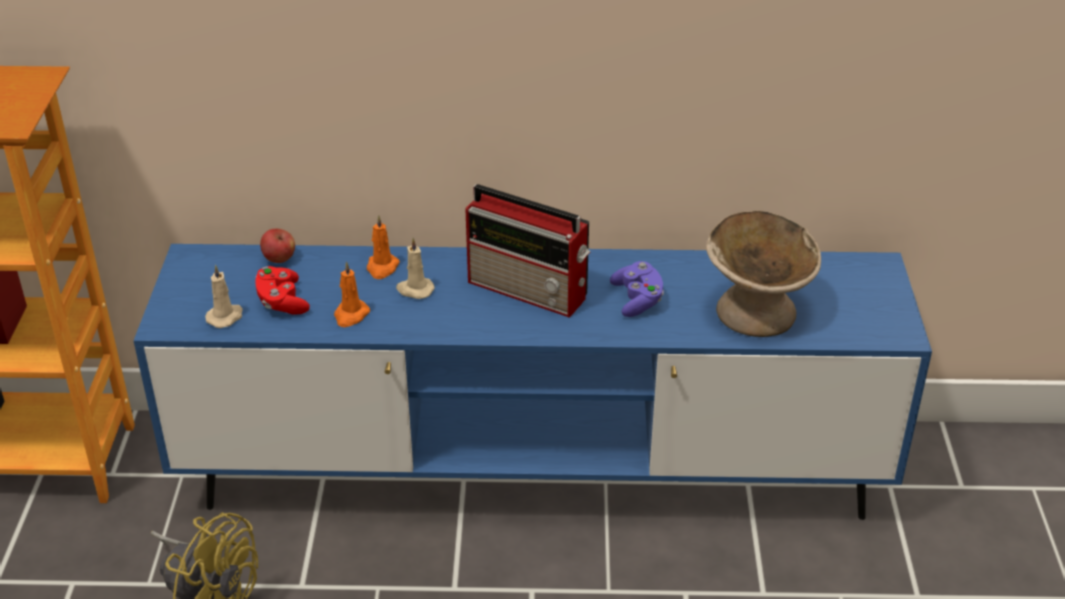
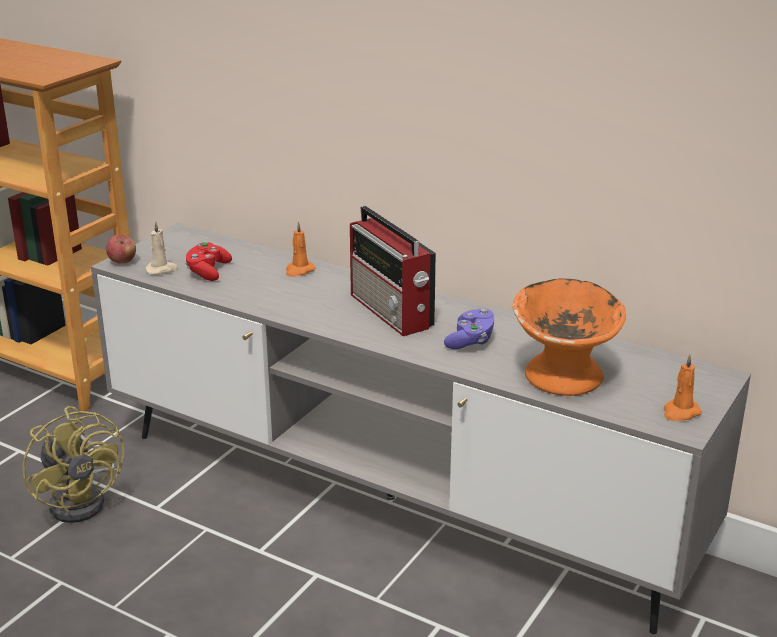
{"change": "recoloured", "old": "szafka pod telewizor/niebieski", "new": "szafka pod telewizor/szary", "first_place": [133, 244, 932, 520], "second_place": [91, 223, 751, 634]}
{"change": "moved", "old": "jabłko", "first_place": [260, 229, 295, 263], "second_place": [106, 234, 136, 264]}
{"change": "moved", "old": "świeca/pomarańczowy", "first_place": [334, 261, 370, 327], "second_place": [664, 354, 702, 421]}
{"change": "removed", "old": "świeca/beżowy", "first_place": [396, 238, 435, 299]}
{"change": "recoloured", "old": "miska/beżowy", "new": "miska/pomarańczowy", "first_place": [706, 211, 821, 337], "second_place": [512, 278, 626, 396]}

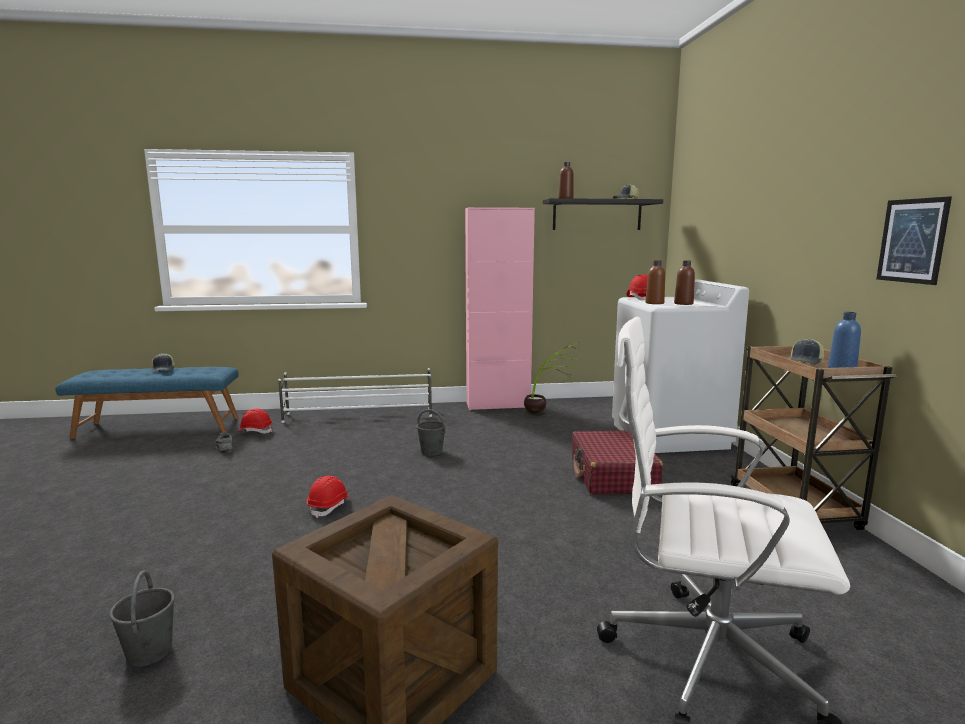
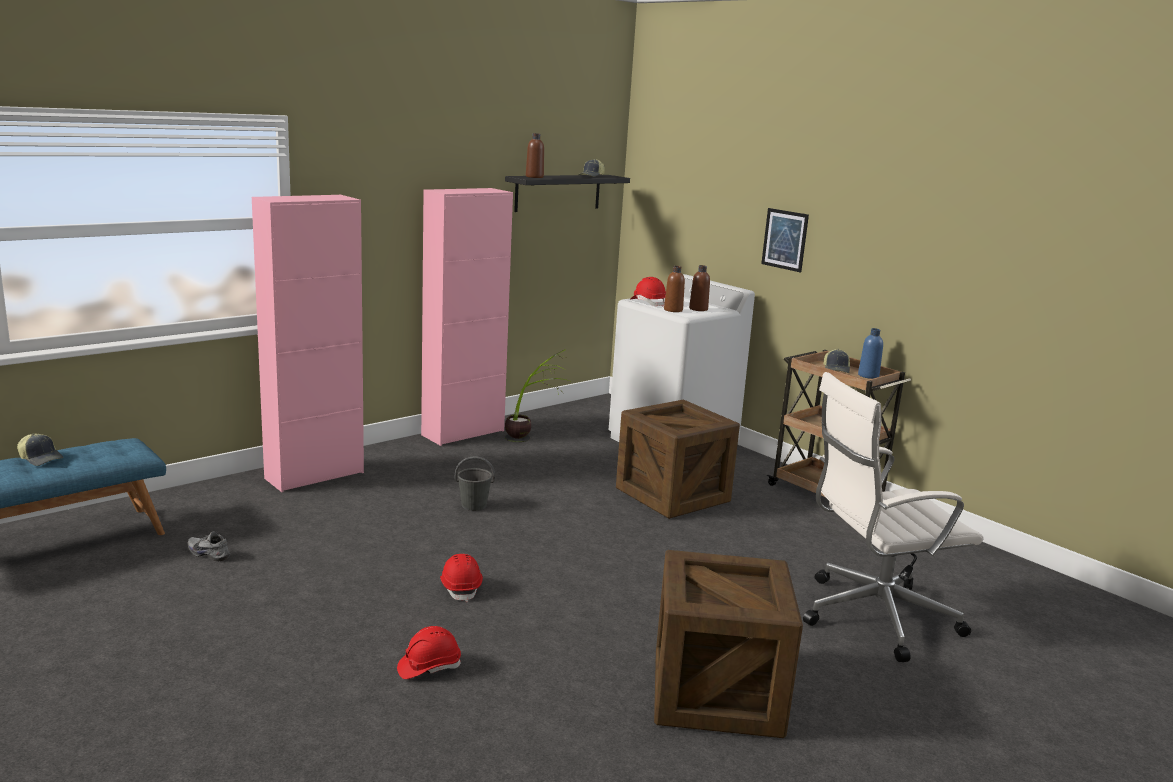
{"change": "removed", "old": "wiadro/szary", "first_place": [109, 570, 175, 666]}
{"change": "moved", "old": "kask/czerwony", "first_place": [237, 409, 272, 434], "second_place": [397, 626, 461, 679]}
{"change": "replaced", "old": "regał na buty/biały", "new": "szafka/różowy", "first_place": [278, 368, 432, 423], "second_place": [252, 195, 364, 492]}
{"change": "replaced", "old": "walizka/czerwony", "new": "skrzynka", "first_place": [572, 430, 663, 495], "second_place": [616, 400, 740, 519]}
{"change": "moved", "old": "obraz", "first_place": [876, 196, 952, 285], "second_place": [761, 208, 809, 272]}

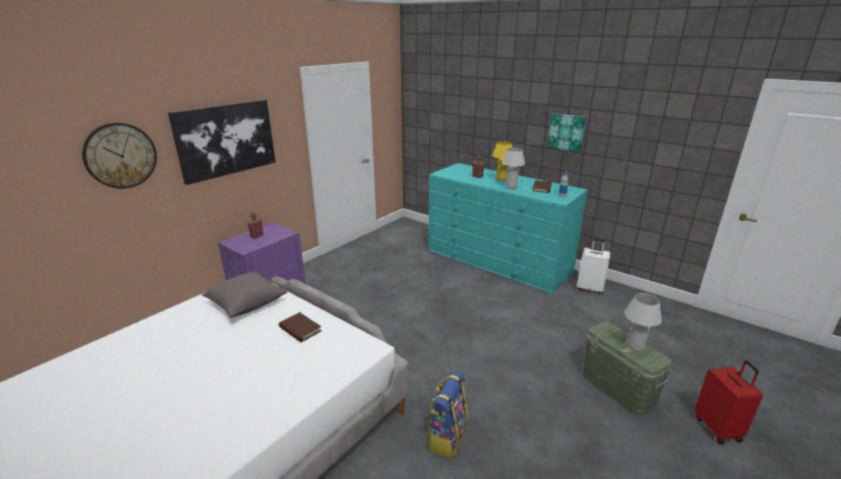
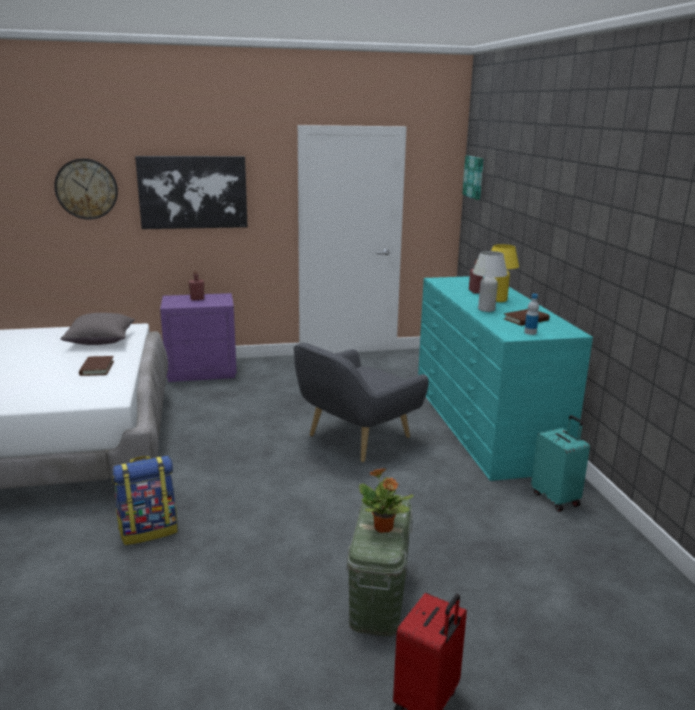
{"change": "moved", "old": "obraz", "first_place": [547, 113, 586, 152], "second_place": [462, 156, 483, 200]}
{"change": "recoloured", "old": "walizka/biały", "new": "walizka/turkusowy", "first_place": [577, 238, 610, 295], "second_place": [531, 415, 590, 512]}
{"change": "replaced", "old": "lampa stołowa/biały", "new": "roślina doniczkowa", "first_place": [624, 293, 662, 351], "second_place": [359, 468, 414, 533]}
{"change": "added", "new": "fotel/szary", "second_place": [294, 343, 429, 462]}

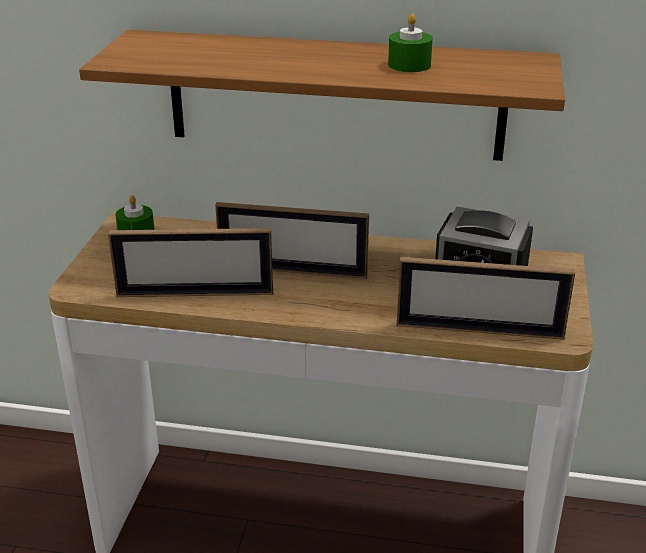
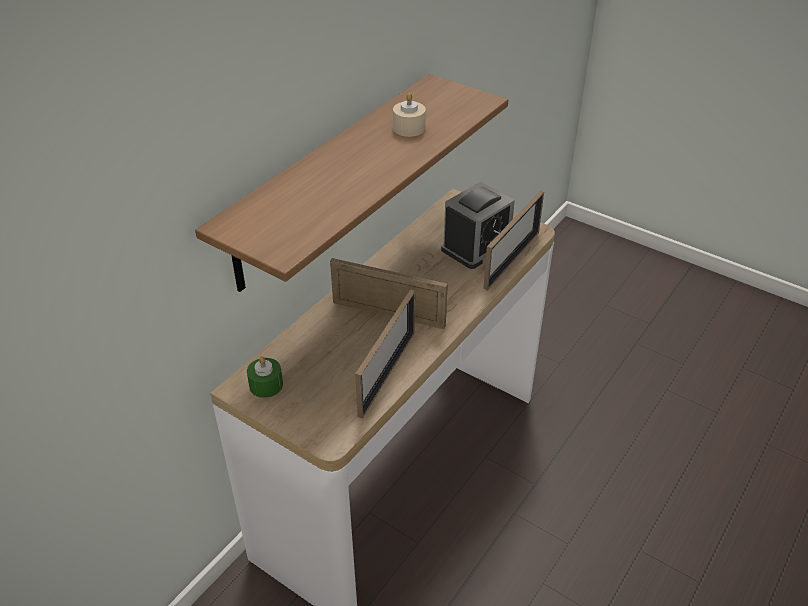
{"change": "turned", "old": "ramka na zdjęcie", "first_place": [215, 202, 369, 279], "second_place": [330, 258, 448, 329], "degrees": -105}
{"change": "recoloured", "old": "świeca/zielony", "new": "świeca/beżowy", "first_place": [388, 14, 433, 72], "second_place": [393, 93, 426, 137]}

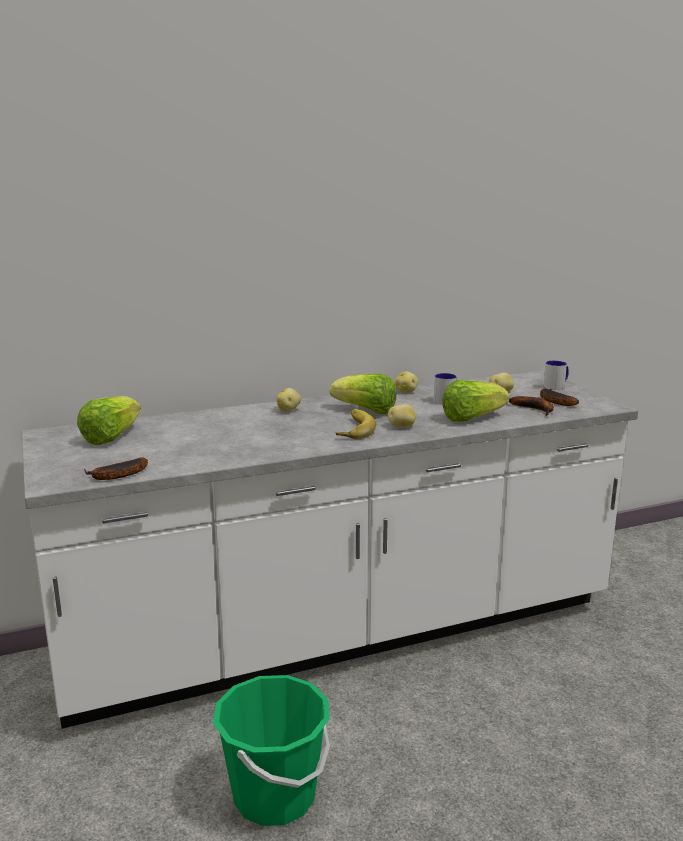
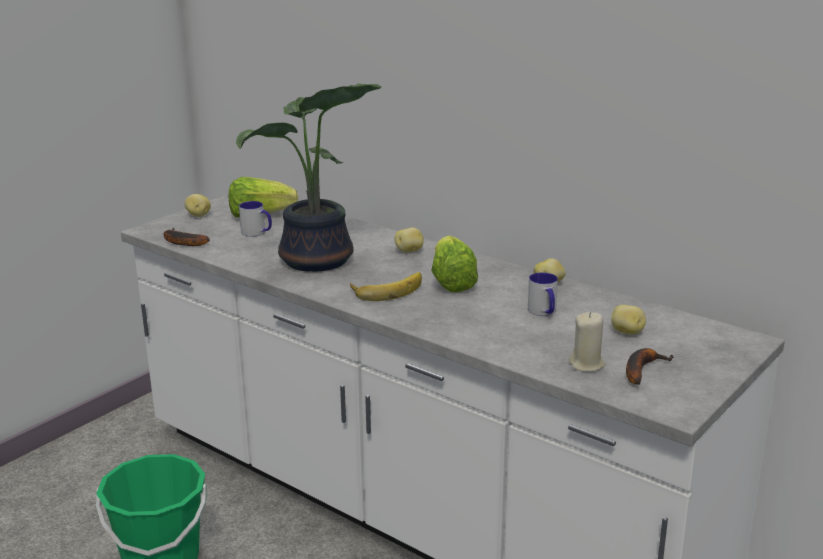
{"change": "moved", "old": "ziemniak", "first_place": [388, 404, 416, 428], "second_place": [184, 194, 211, 217]}
{"change": "removed", "old": "sałata", "first_place": [442, 380, 509, 422]}
{"change": "replaced", "old": "banan", "new": "świeca/beżowy", "first_place": [509, 396, 554, 416], "second_place": [569, 312, 605, 372]}
{"change": "moved", "old": "kubek", "first_place": [544, 361, 569, 390], "second_place": [239, 201, 272, 237]}
{"change": "added", "new": "roślina doniczkowa", "second_place": [236, 83, 382, 272]}

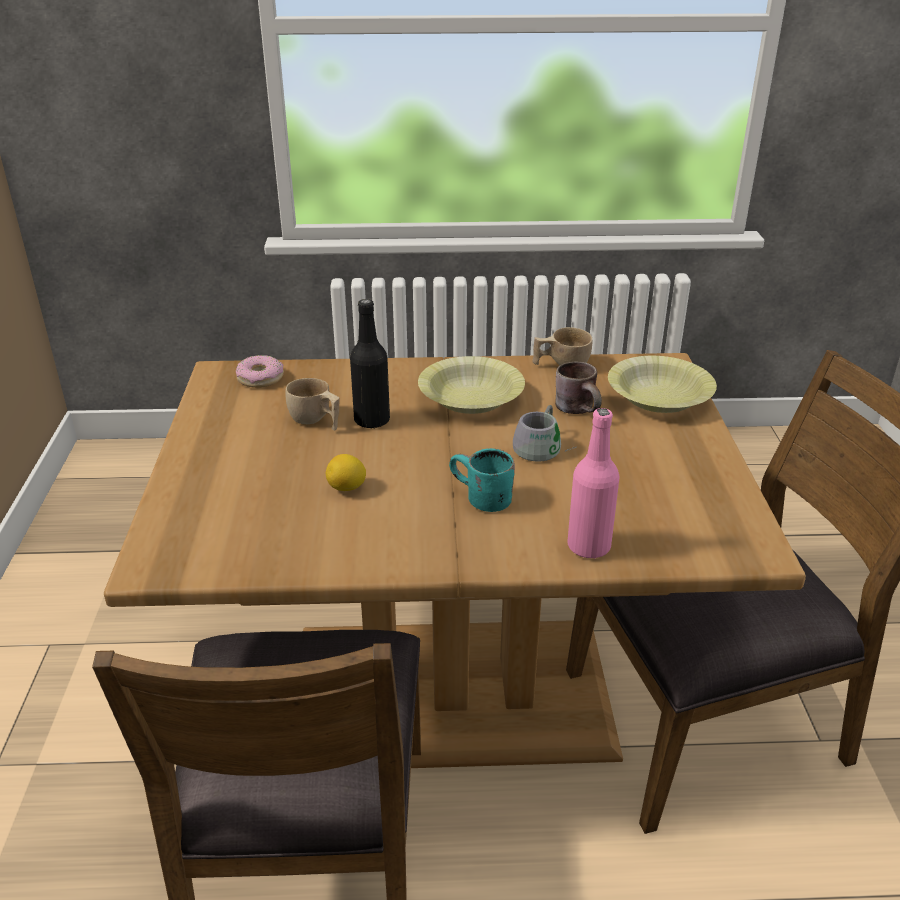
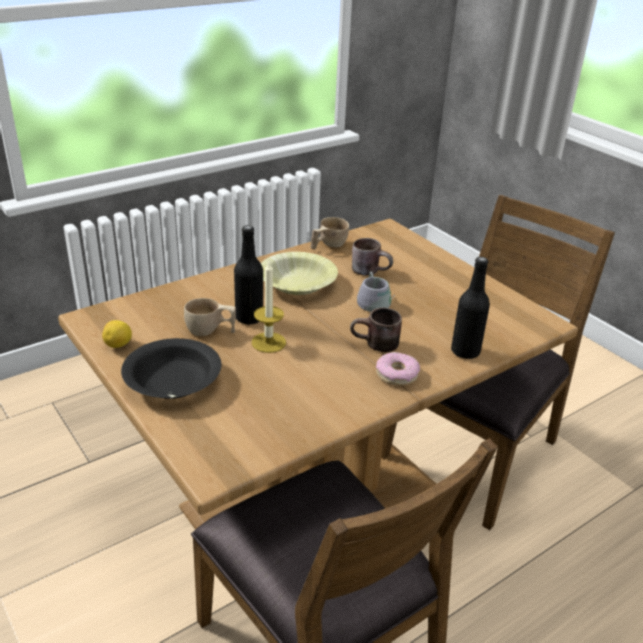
{"change": "moved", "old": "donut", "first_place": [236, 355, 284, 388], "second_place": [376, 352, 420, 386]}
{"change": "moved", "old": "cytryna", "first_place": [326, 454, 366, 491], "second_place": [102, 320, 132, 348]}
{"change": "recoloured", "old": "kubek/turkusowy", "new": "kubek/brązowy", "first_place": [449, 448, 515, 512], "second_place": [350, 307, 402, 352]}
{"change": "recoloured", "old": "butelka/różowy", "new": "butelka/czarny", "first_place": [567, 408, 620, 559], "second_place": [451, 257, 490, 359]}
{"change": "removed", "old": "miska/żółty", "first_place": [608, 356, 717, 413]}
{"change": "added", "new": "miska/czarny", "second_place": [121, 338, 221, 399]}
{"change": "added", "new": "świeca", "second_place": [252, 262, 286, 353]}

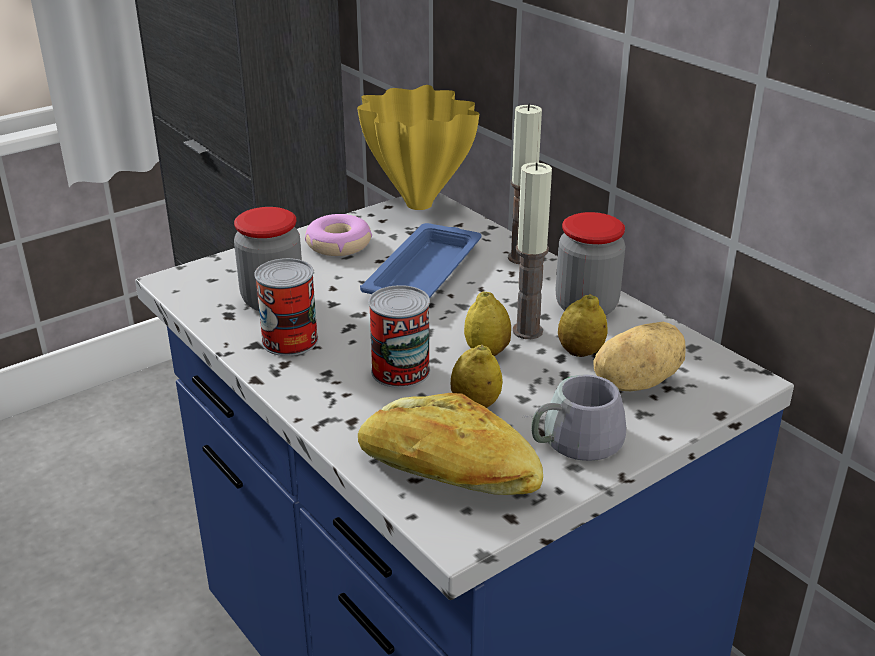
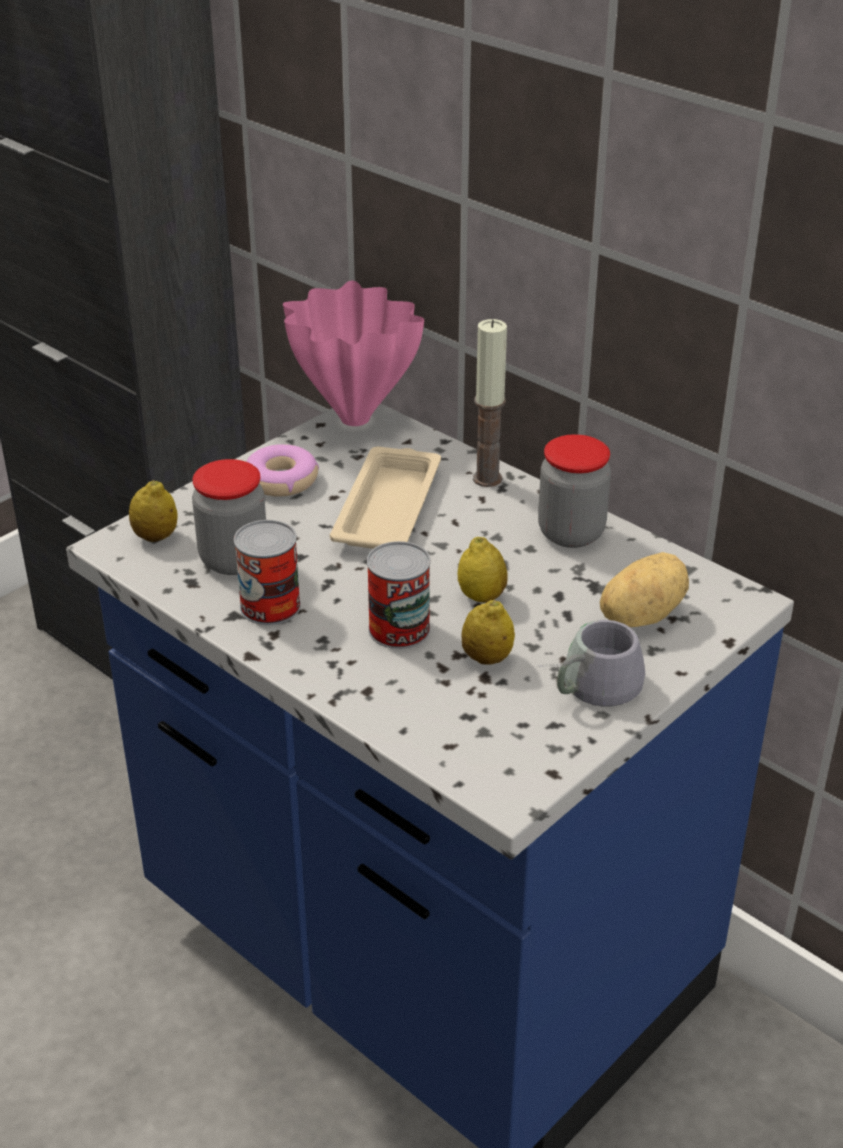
{"change": "recoloured", "old": "wazon/żółty", "new": "wazon/różowy", "first_place": [357, 85, 479, 210], "second_place": [283, 281, 424, 426]}
{"change": "removed", "old": "chleb", "first_place": [358, 393, 543, 495]}
{"change": "recoloured", "old": "taca/niebieski", "new": "taca/beżowy", "first_place": [360, 223, 481, 298], "second_place": [330, 447, 441, 549]}
{"change": "removed", "old": "świeca", "first_place": [513, 162, 552, 339]}
{"change": "moved", "old": "cytryna", "first_place": [558, 294, 608, 357], "second_place": [129, 480, 178, 542]}

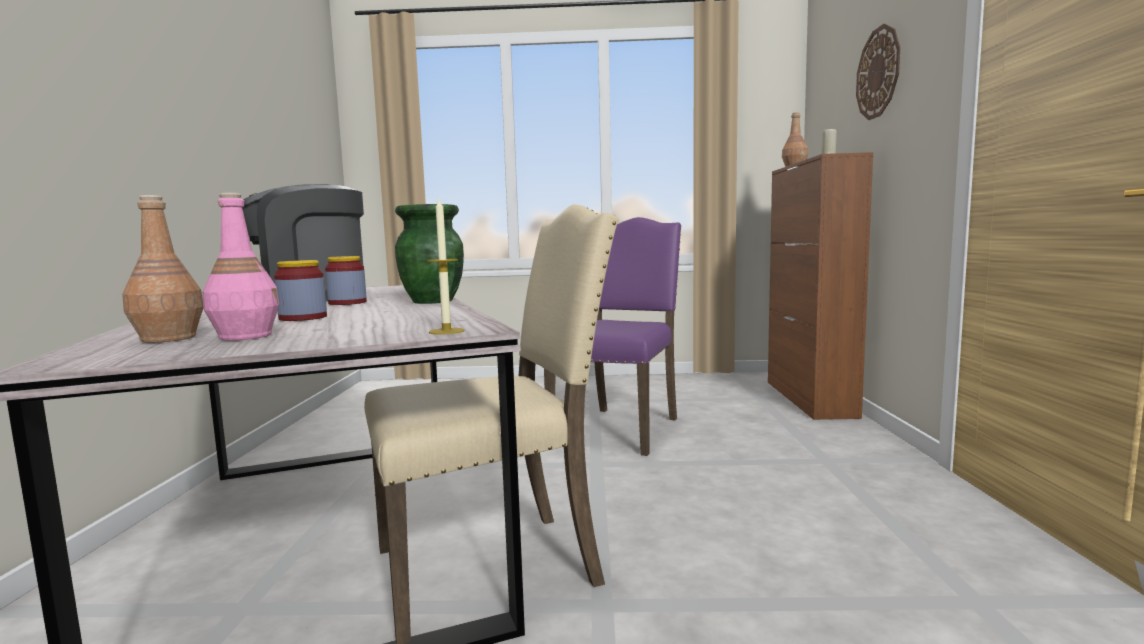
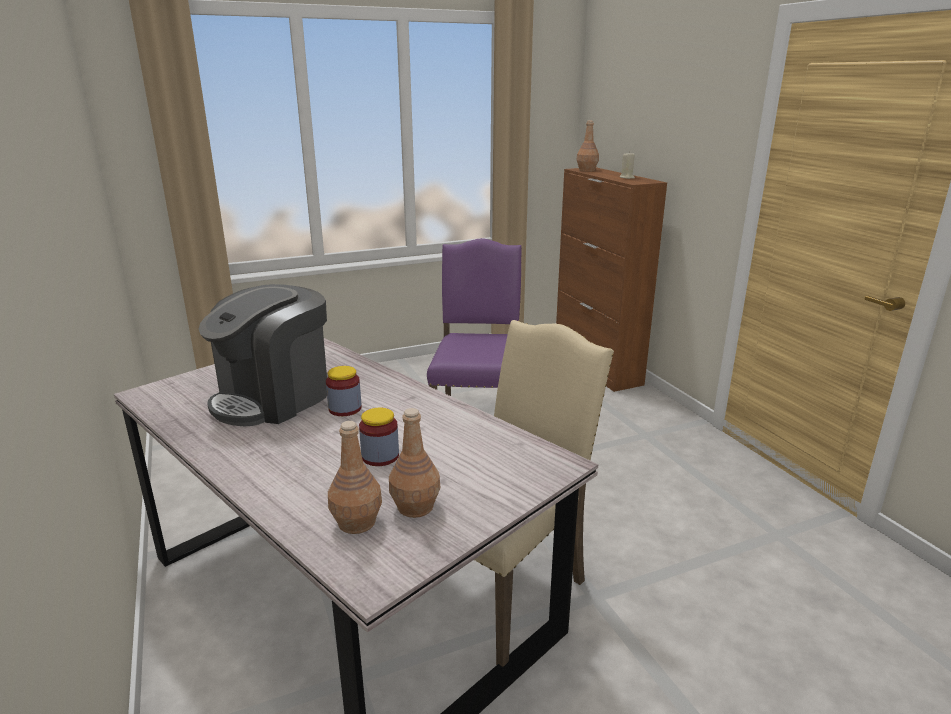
{"change": "recoloured", "old": "butelka/różowy", "new": "butelka/brązowy", "first_place": [203, 193, 279, 341], "second_place": [389, 408, 440, 518]}
{"change": "removed", "old": "wazon/zielony", "first_place": [395, 204, 464, 304]}
{"change": "removed", "old": "świeca", "first_place": [427, 199, 465, 335]}
{"change": "removed", "old": "zegar ścienny", "first_place": [856, 24, 900, 120]}

